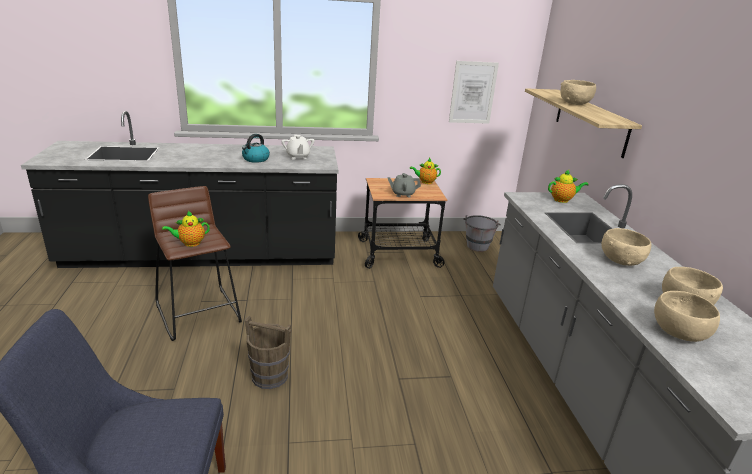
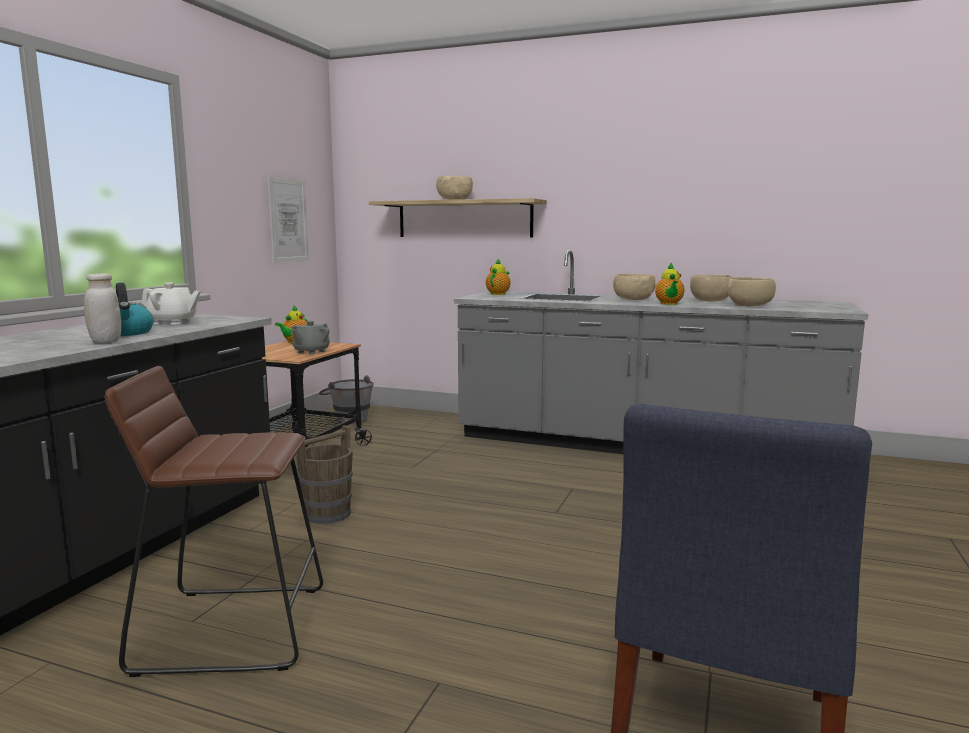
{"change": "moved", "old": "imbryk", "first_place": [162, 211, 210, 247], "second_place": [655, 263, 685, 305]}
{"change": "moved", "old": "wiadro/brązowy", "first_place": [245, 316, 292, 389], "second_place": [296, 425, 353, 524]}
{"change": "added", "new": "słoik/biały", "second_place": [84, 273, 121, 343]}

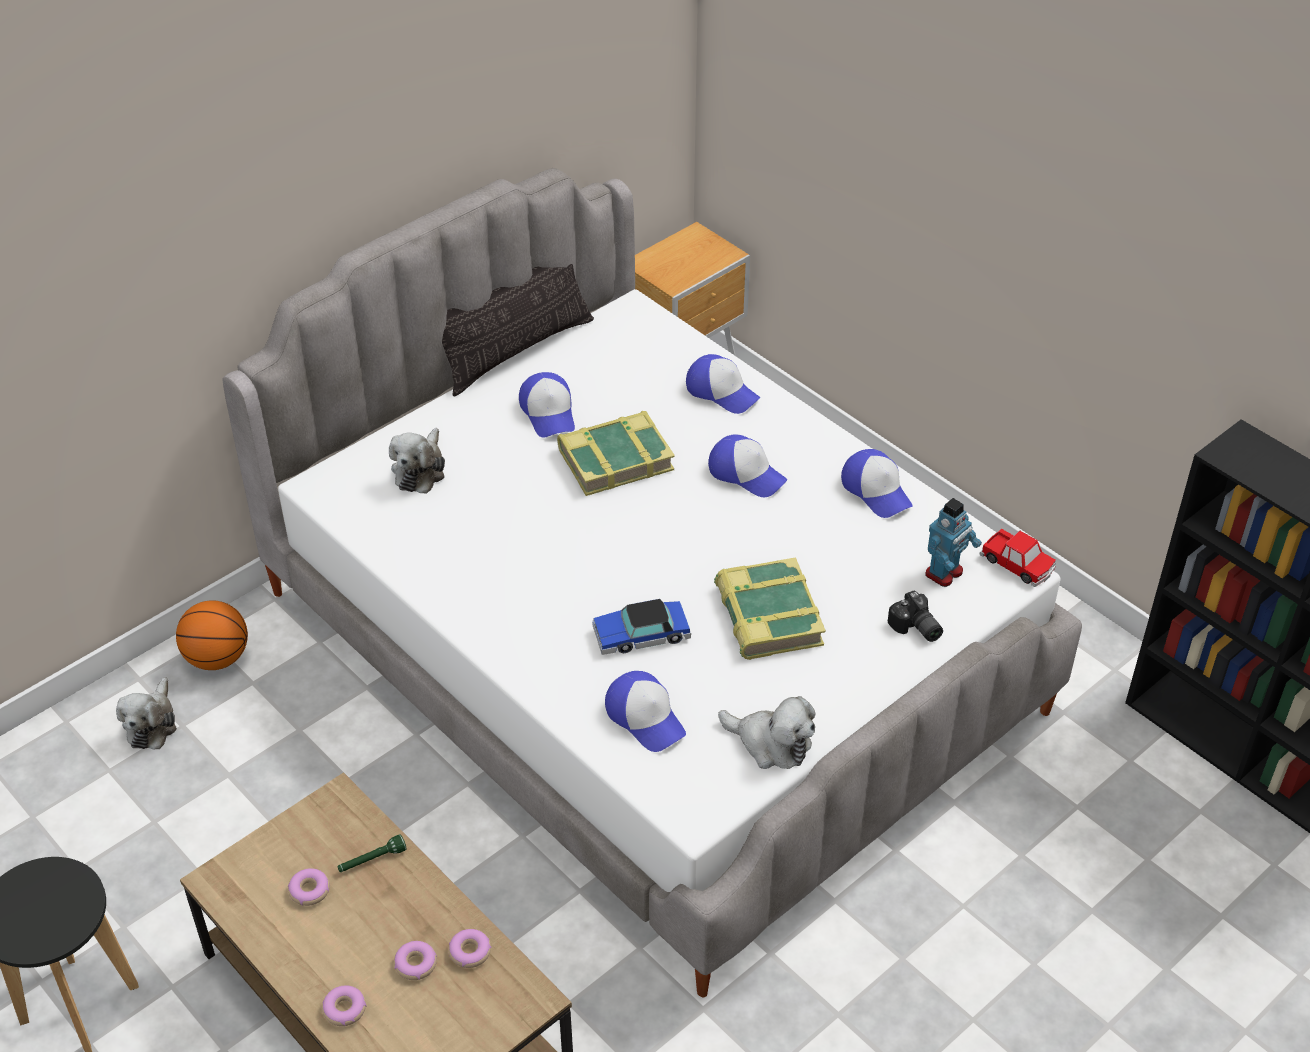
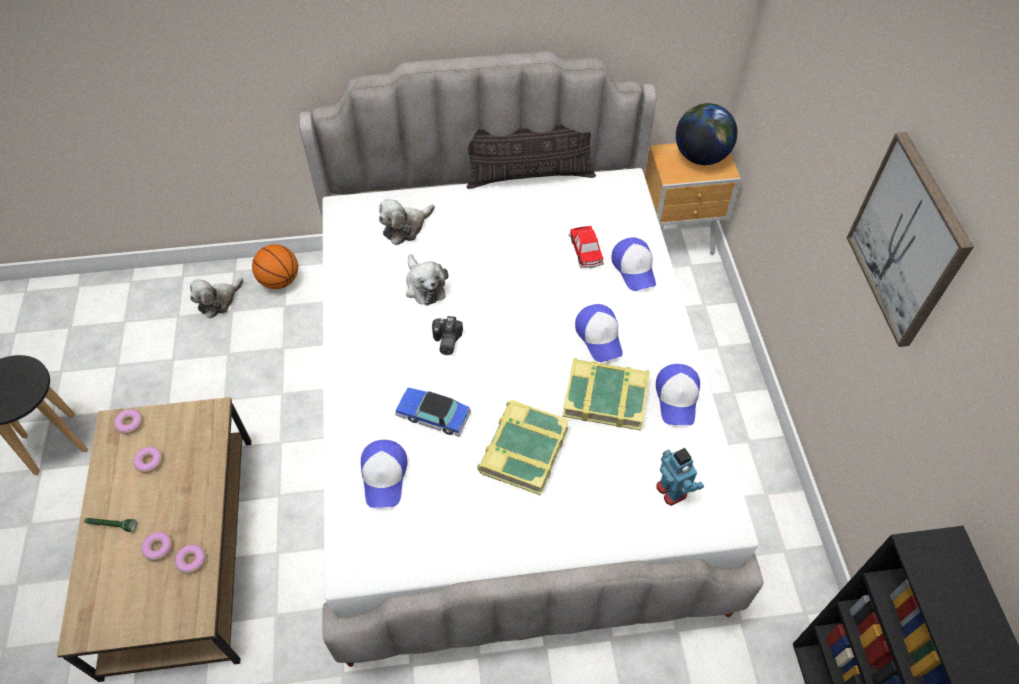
{"change": "moved", "old": "donut", "first_place": [322, 985, 367, 1026], "second_place": [114, 409, 143, 434]}
{"change": "moved", "old": "latarka/zielony", "first_place": [337, 834, 407, 872], "second_place": [85, 518, 137, 532]}
{"change": "removed", "old": "czapka z daszkiem", "first_place": [519, 372, 575, 438]}
{"change": "moved", "old": "książka", "first_place": [557, 411, 675, 496], "second_place": [563, 358, 650, 431]}
{"change": "moved", "old": "pluszak", "first_place": [718, 696, 816, 769], "second_place": [406, 254, 448, 306]}
{"change": "moved", "old": "aparat fotograficzny", "first_place": [888, 590, 943, 642], "second_place": [432, 316, 463, 355]}
{"change": "turned", "old": "robot zabawkowy", "first_place": [925, 498, 982, 587], "second_place": [656, 448, 704, 506], "degrees": -105}
{"change": "moved", "old": "samochodzik", "first_place": [979, 529, 1056, 587], "second_place": [569, 226, 604, 268]}
{"change": "added", "new": "globus", "second_place": [676, 103, 737, 165]}
{"change": "added", "new": "obraz", "second_place": [847, 132, 974, 347]}

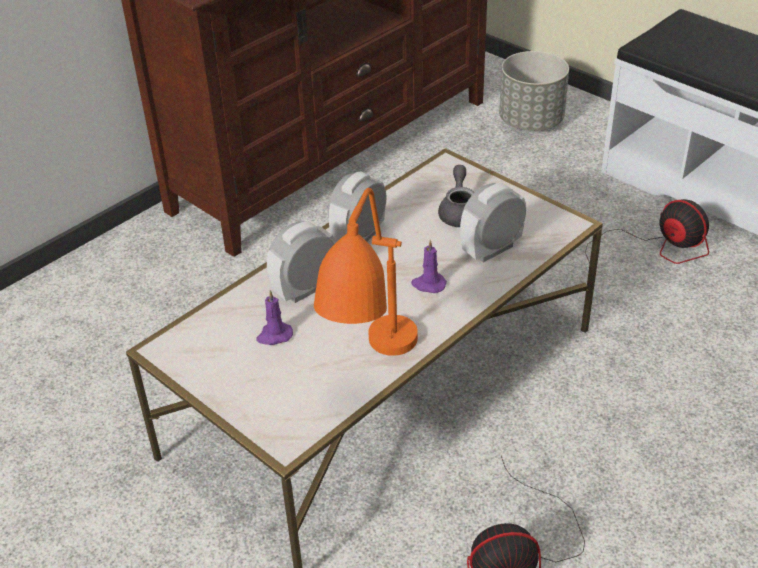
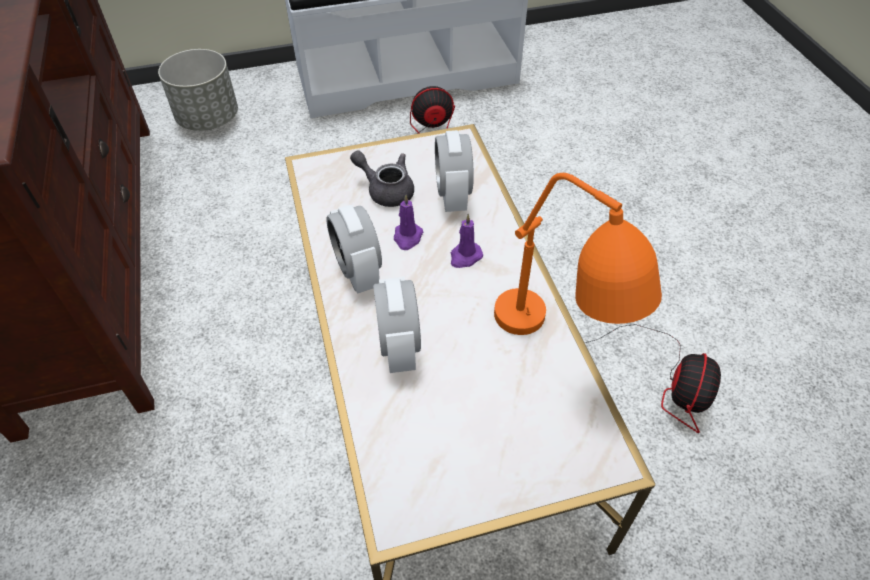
{"change": "moved", "old": "świeca/fioletowy", "first_place": [256, 290, 293, 345], "second_place": [394, 195, 423, 250]}

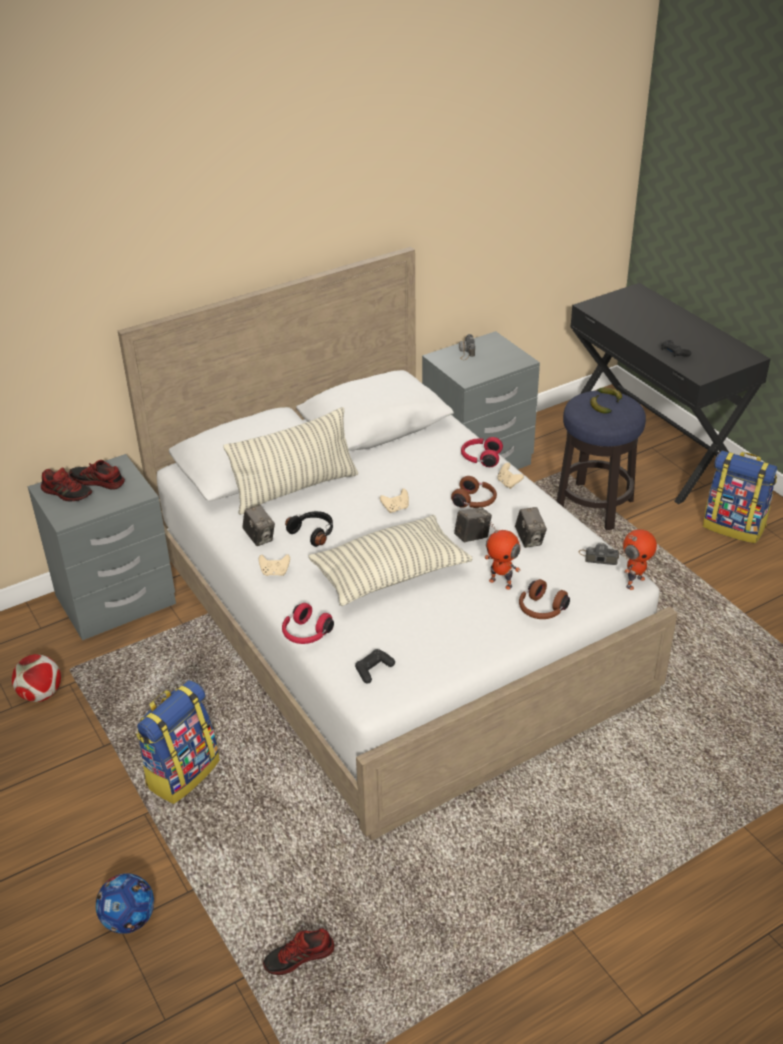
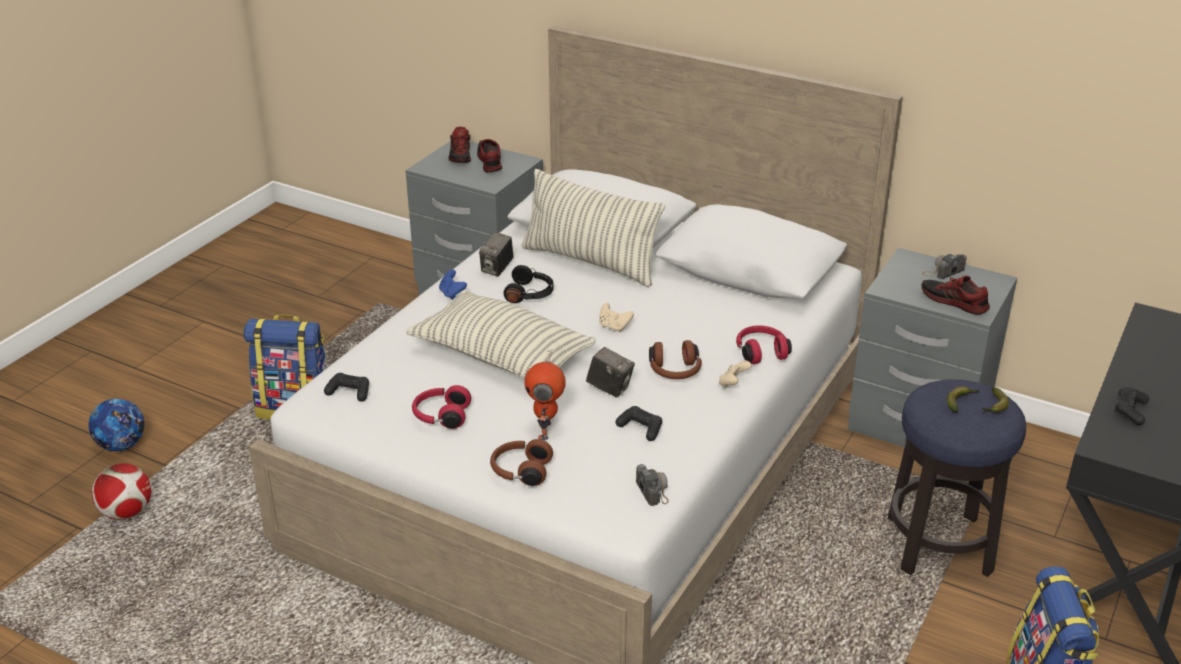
{"change": "moved", "old": "piłka futbolowa", "first_place": [12, 654, 61, 702], "second_place": [91, 463, 151, 520]}
{"change": "recoloured", "old": "pad do gier/beżowy", "new": "pad do gier/niebieski", "first_place": [259, 554, 290, 576], "second_place": [439, 270, 467, 300]}
{"change": "moved", "old": "but", "first_place": [263, 928, 334, 975], "second_place": [921, 276, 990, 315]}
{"change": "moved", "old": "słuchawki/czerwony", "first_place": [282, 603, 334, 644], "second_place": [412, 385, 471, 429]}
{"change": "replaced", "old": "aparat fotograficzny", "new": "pad do gier/czarny", "first_place": [515, 507, 547, 548], "second_place": [616, 406, 662, 441]}
{"change": "removed", "old": "robot zabawkowy", "first_place": [623, 529, 657, 590]}

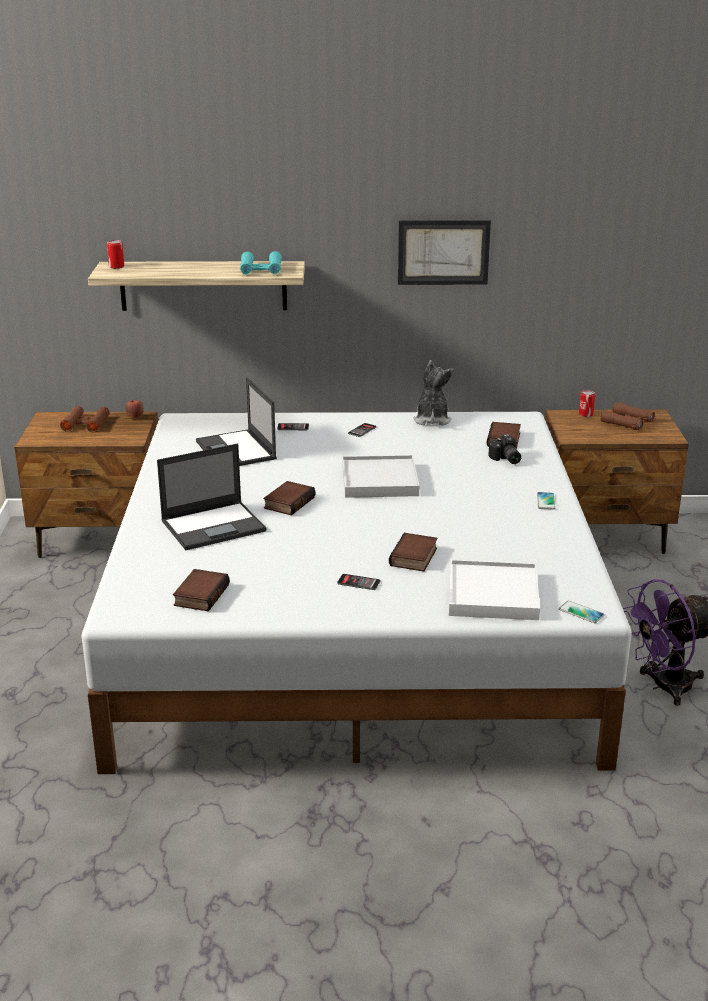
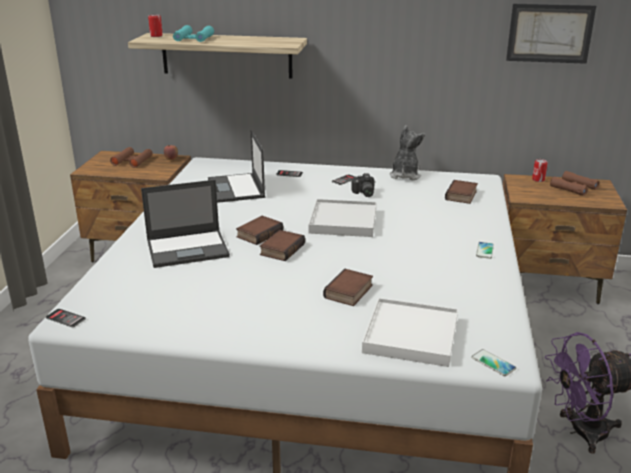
{"change": "moved", "old": "książka", "first_place": [173, 569, 230, 611], "second_place": [260, 230, 305, 261]}
{"change": "moved", "old": "lornetka/turkusowy", "first_place": [240, 251, 282, 275], "second_place": [173, 25, 214, 42]}
{"change": "moved", "old": "telefon", "first_place": [337, 574, 380, 590], "second_place": [46, 309, 86, 328]}
{"change": "moved", "old": "obraz", "first_place": [398, 220, 491, 285], "second_place": [506, 4, 596, 64]}
{"change": "moved", "old": "aparat fotograficzny", "first_place": [488, 434, 521, 464], "second_place": [351, 173, 375, 197]}

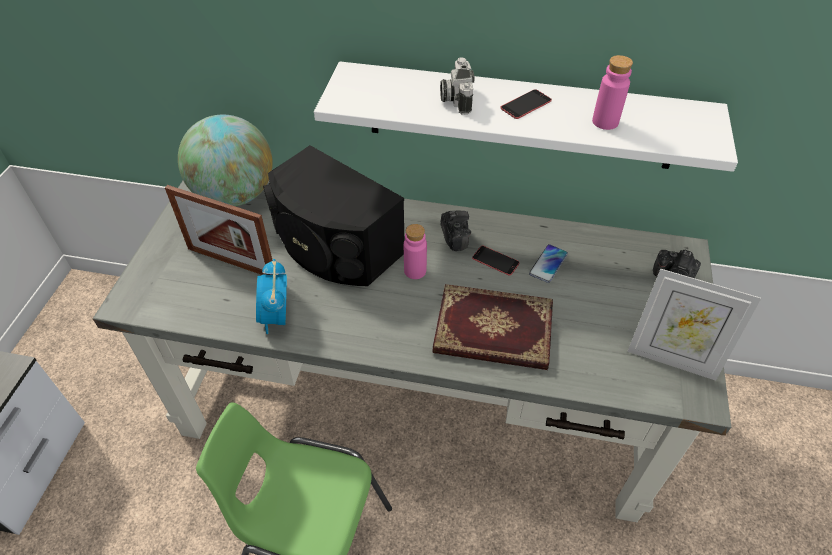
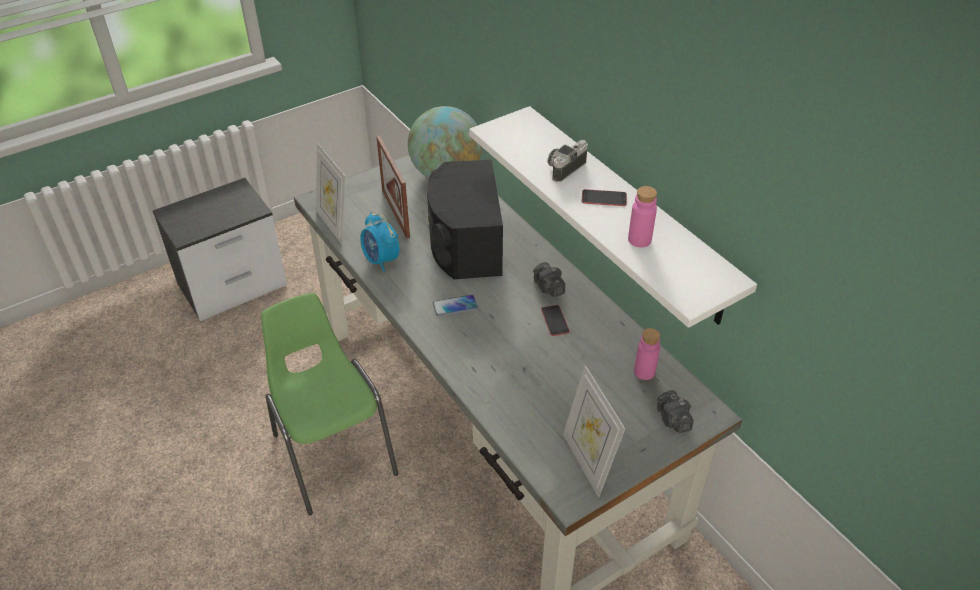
{"change": "turned", "old": "budzik", "first_place": [256, 259, 287, 334], "second_place": [360, 213, 399, 272], "degrees": -75}
{"change": "moved", "old": "butelka/różowy", "first_place": [404, 224, 427, 279], "second_place": [634, 328, 660, 380]}
{"change": "removed", "old": "książka", "first_place": [432, 284, 553, 370]}
{"change": "turned", "old": "aparat fotograficzny", "first_place": [441, 211, 471, 251], "second_place": [533, 262, 565, 297], "degrees": 120}
{"change": "moved", "old": "telefon", "first_place": [529, 244, 568, 283], "second_place": [433, 295, 478, 316]}
{"change": "added", "new": "ramka na zdjęcie", "second_place": [316, 143, 346, 244]}

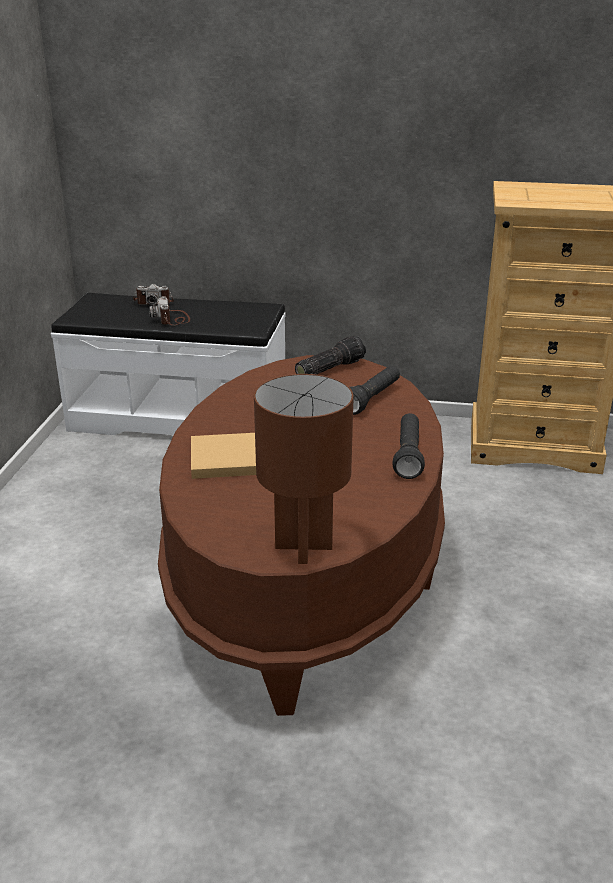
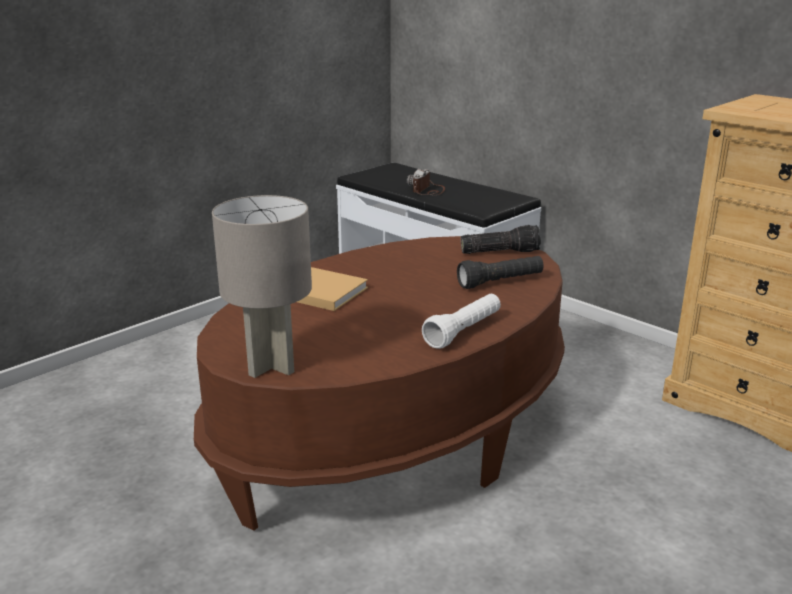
{"change": "removed", "old": "aparat fotograficzny", "first_place": [133, 284, 174, 305]}
{"change": "recoloured", "old": "lampa stołowa/brązowy", "new": "lampa stołowa/szary", "first_place": [254, 374, 354, 564], "second_place": [212, 195, 312, 378]}
{"change": "recoloured", "old": "latarka/czarny", "new": "latarka/biały", "first_place": [392, 413, 425, 479], "second_place": [422, 294, 501, 349]}

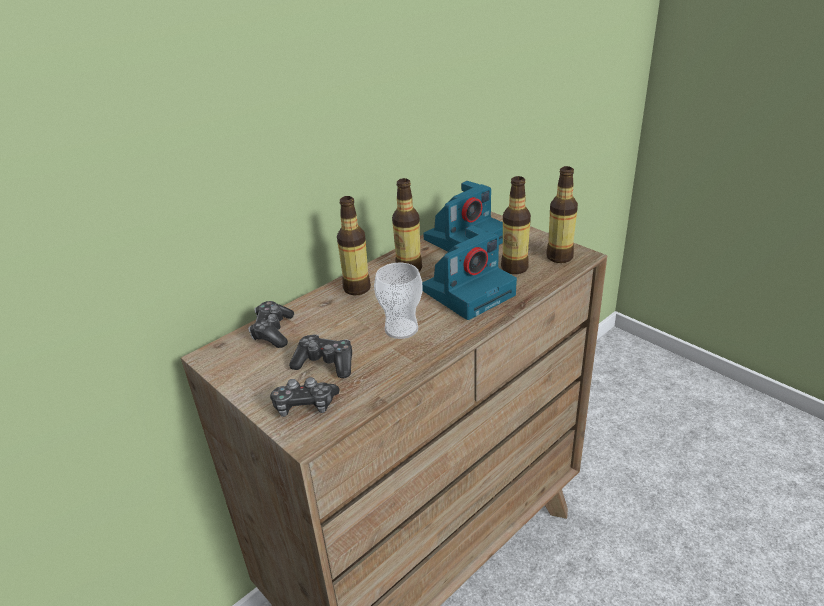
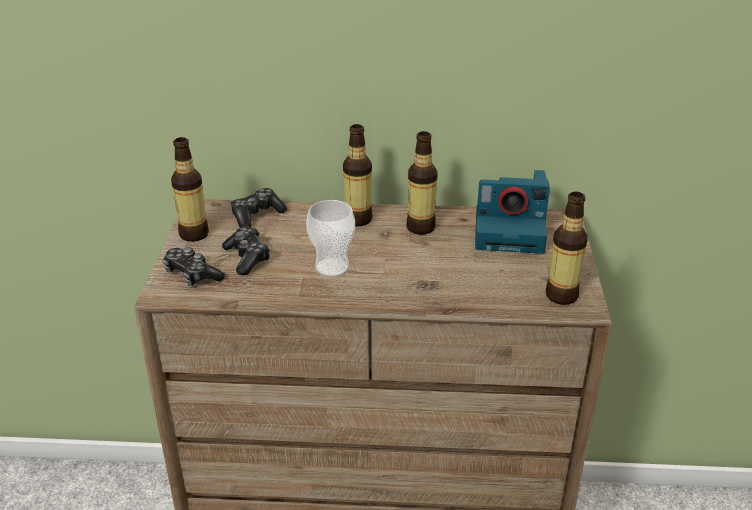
{"change": "removed", "old": "aparat fotograficzny", "first_place": [422, 225, 517, 320]}
{"change": "moved", "old": "butelka", "first_place": [501, 176, 531, 274], "second_place": [171, 137, 209, 242]}

